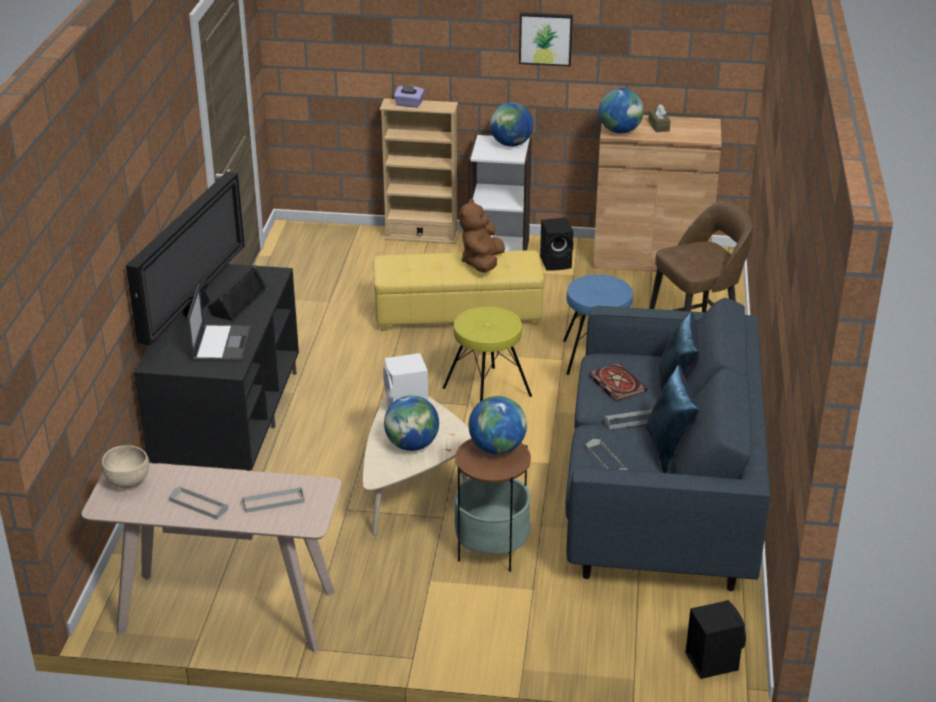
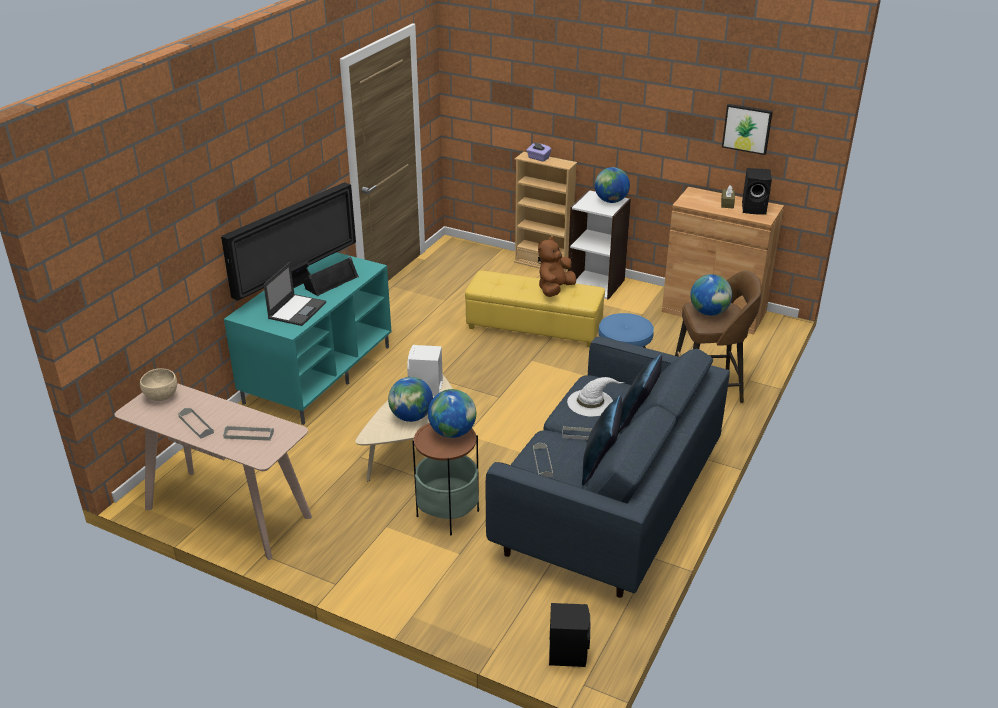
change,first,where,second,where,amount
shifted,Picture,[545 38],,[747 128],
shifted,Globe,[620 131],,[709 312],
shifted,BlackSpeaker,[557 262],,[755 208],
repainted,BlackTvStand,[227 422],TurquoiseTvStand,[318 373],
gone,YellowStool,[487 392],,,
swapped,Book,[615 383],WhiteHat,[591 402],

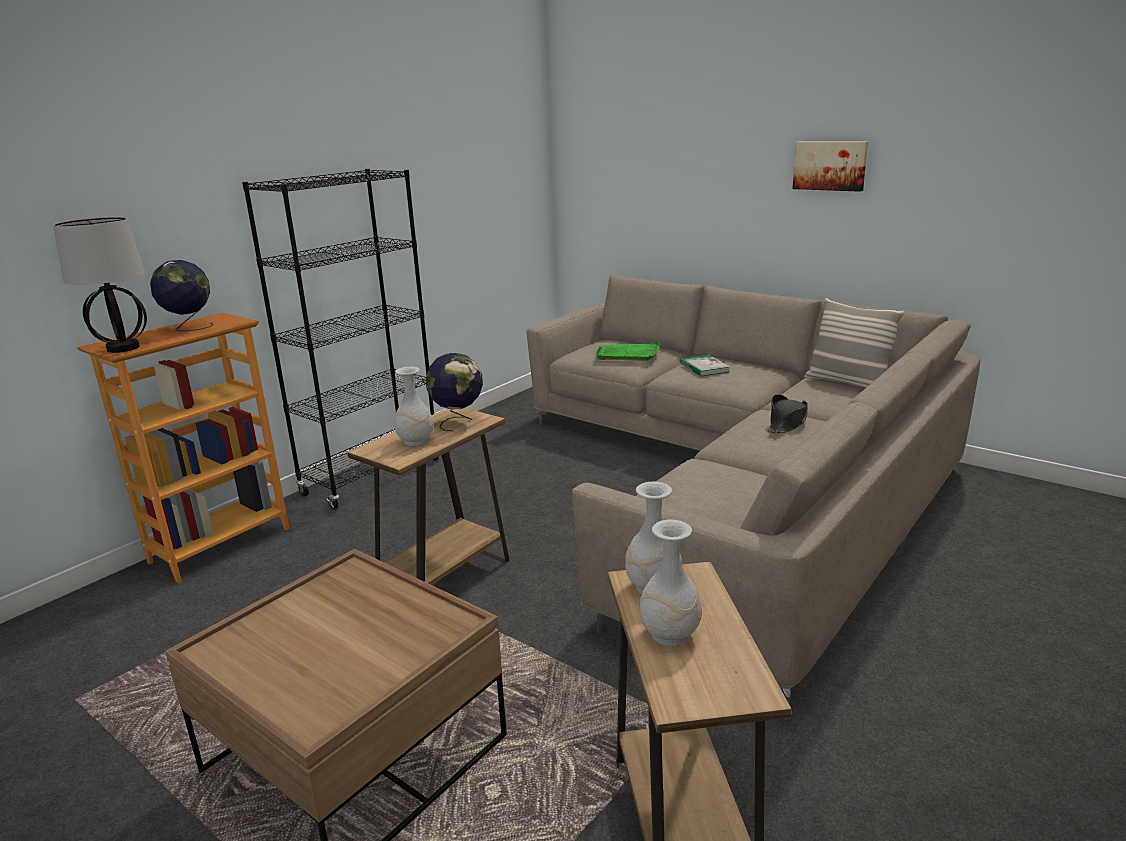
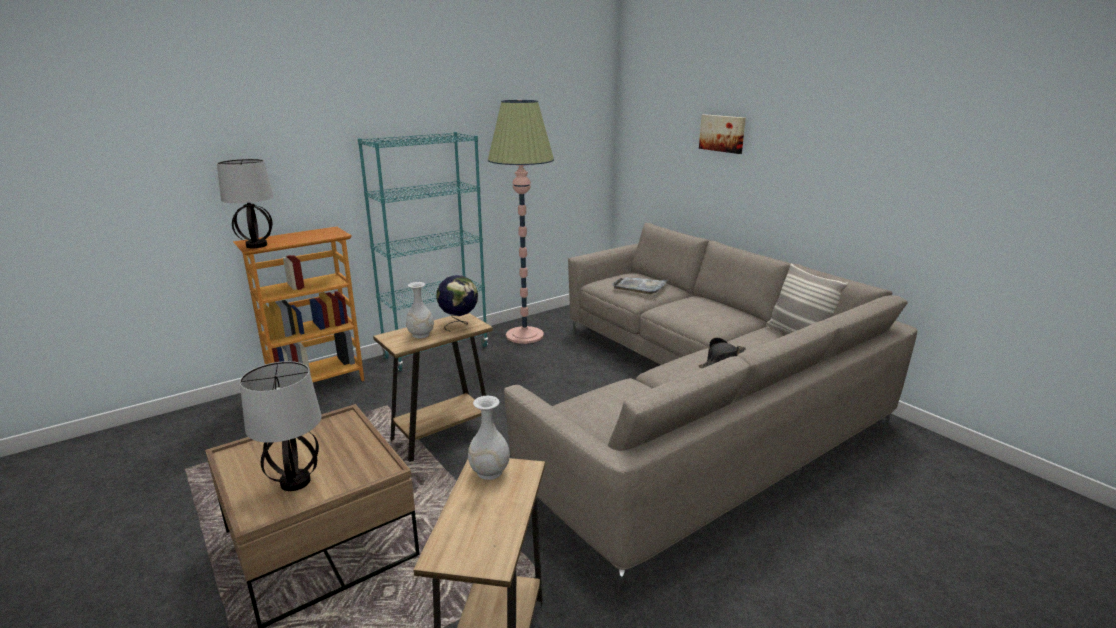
change,first,where,second,where,amount
shifted,Picture,[830 165],,[722 133],
repainted,BlackBookcase,[372 477],TurquoiseBookcase,[436 352],
gone,Globe,[189 328],,,
repainted,GreenTray,[628 354],GreyTray,[640 287],
gone,Book,[704 368],,,
gone,WhiteVase,[669 634],,,
new,,,FloorLamp,[524 335],
new,,,TableLamp,[296 482],

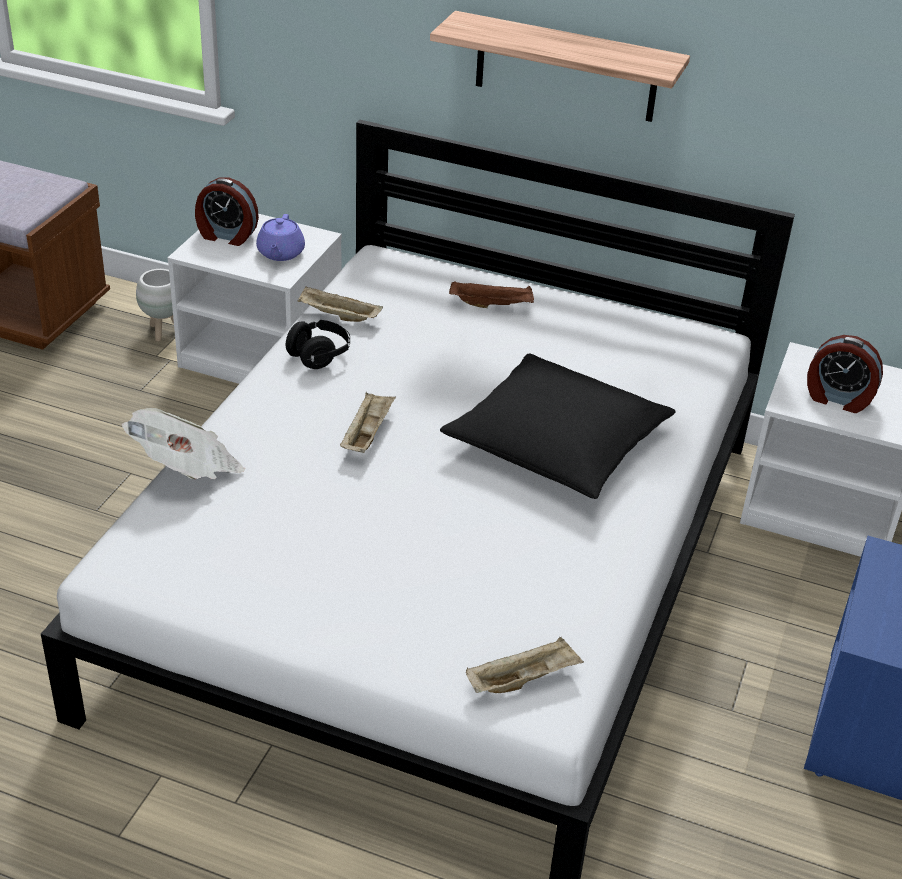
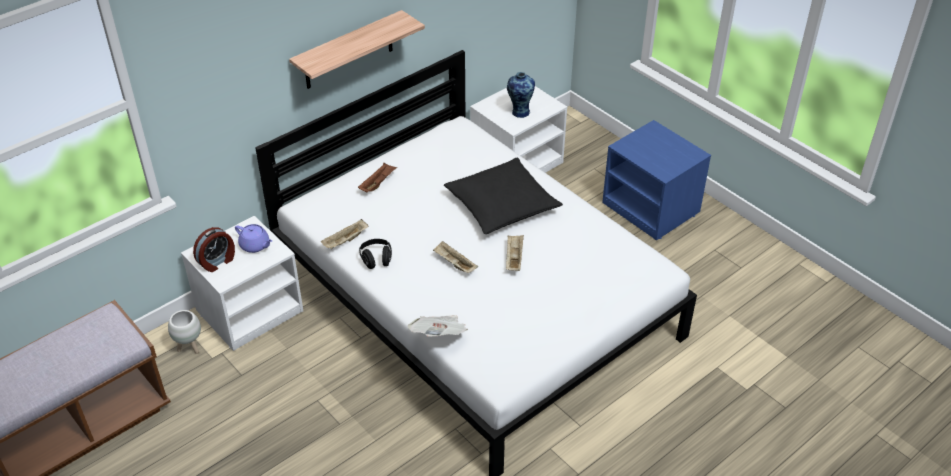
change,first,where,second,where,amount
swapped,AlarmClock,[838 399],Vase,[520 112],
shifted,BeigeTray,[523 680],,[514 258],

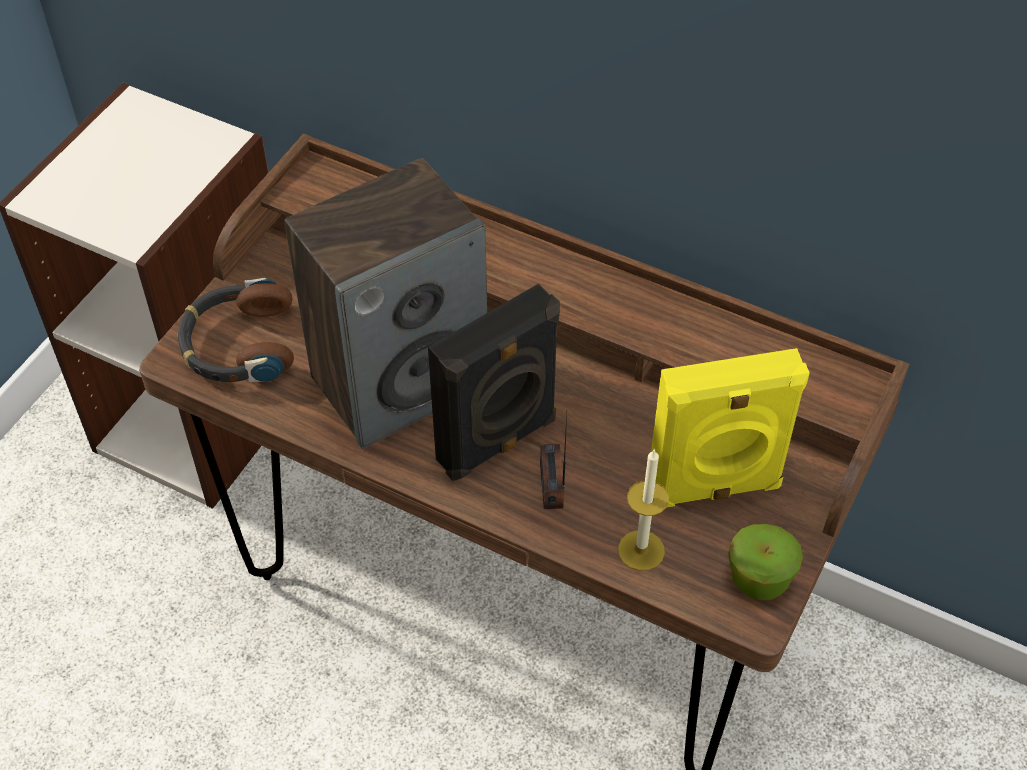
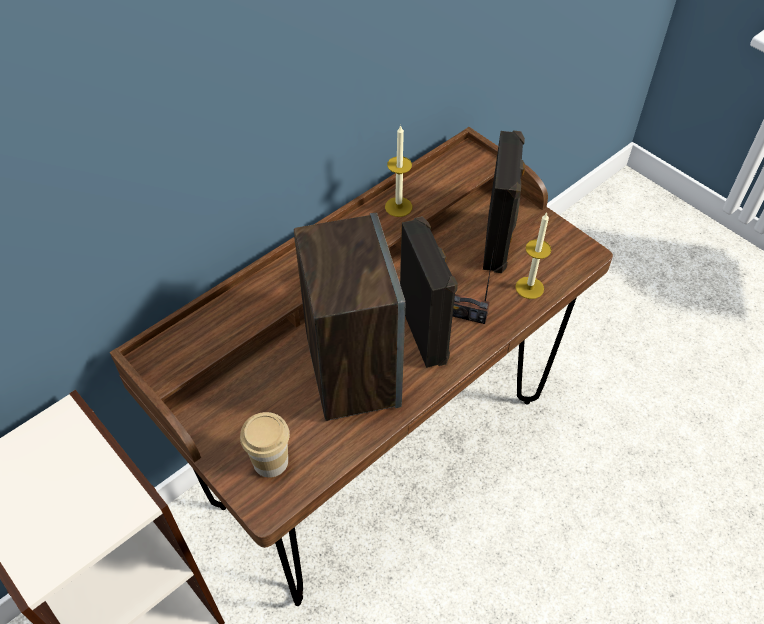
change,first,where,second,where,amount
swapped,Headphones,[238 344],Cup,[270 461],
repainted,YellowSpeaker,[714 488],BlackSpeaker,[498 242],
gone,Apple,[759 579],,,
new,,,Candle,[398 207],

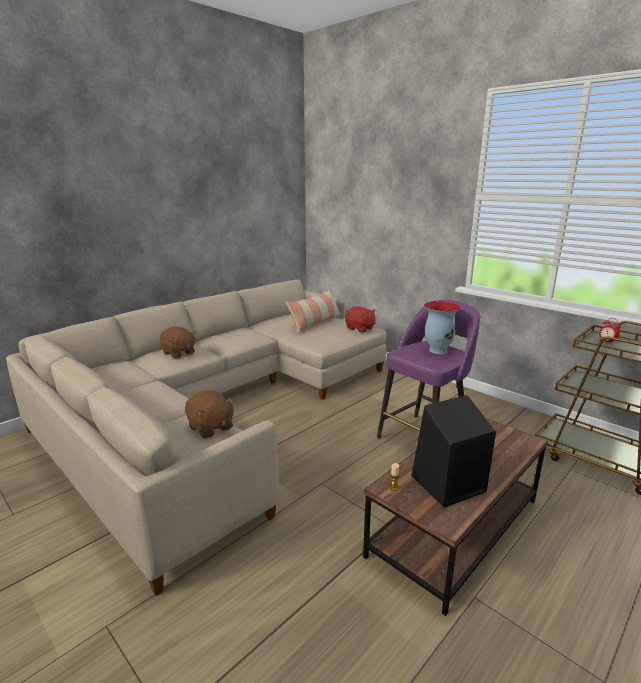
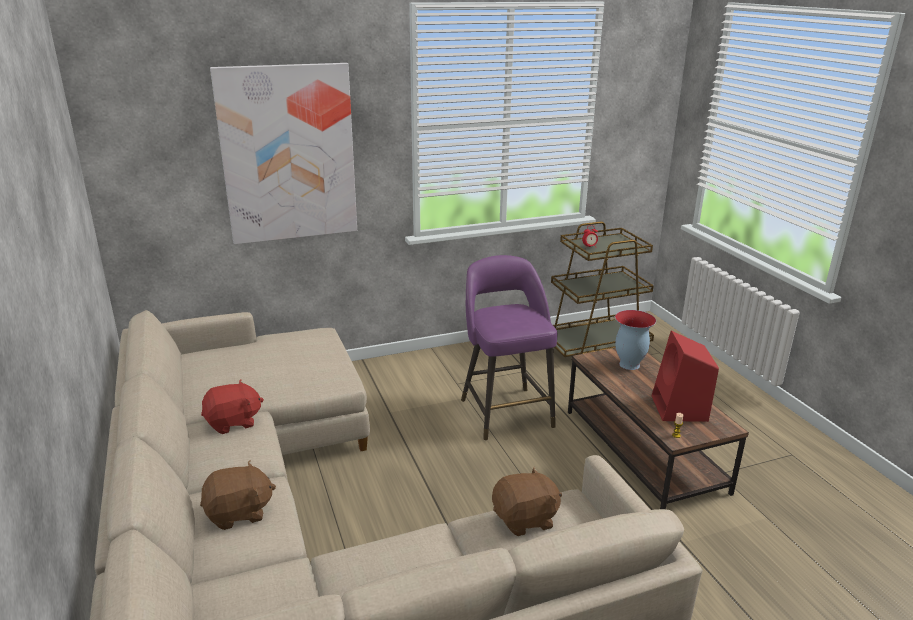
change,first,where,second,where,amount
gone,Pillow,[315 323],,,
shifted,Vase,[438 350],,[628 364],
shifted,RedPlushToy,[360 328],,[233 422],
repainted,BlackSpeaker,[446 484],RedSpeaker,[680 409],
new,,,Picture,[288 154],

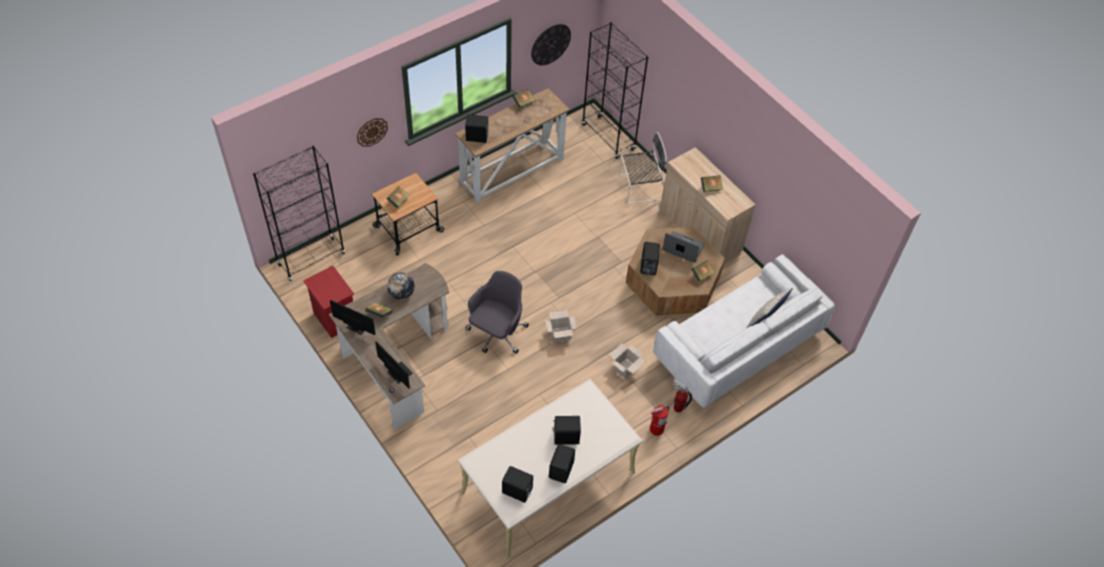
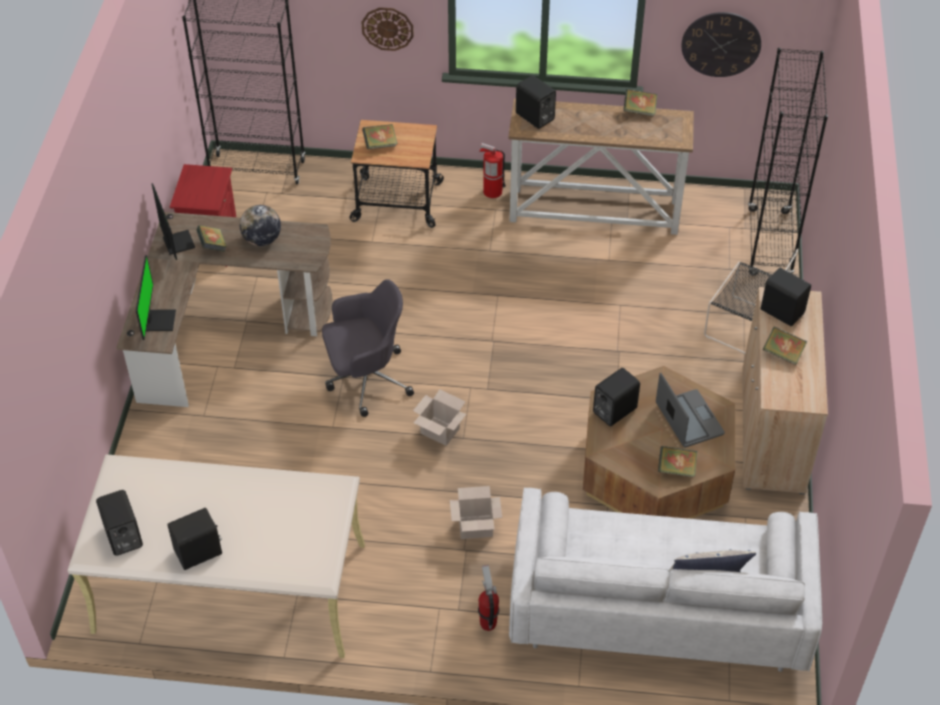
change,first,where,second,where,amount
shifted,FireExtinguisher,[656 429],,[492 191],
shifted,BlackSpeaker,[565 436],,[782 310],

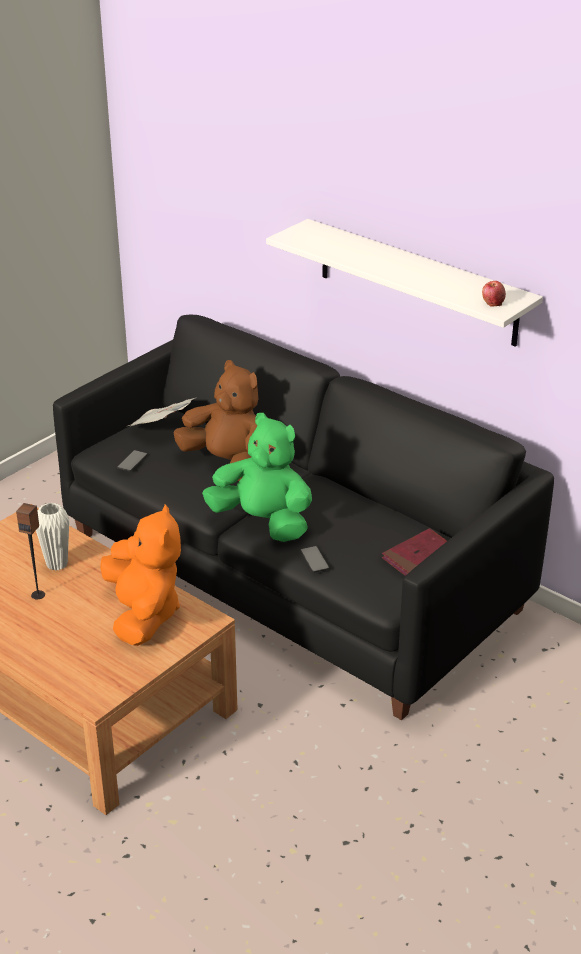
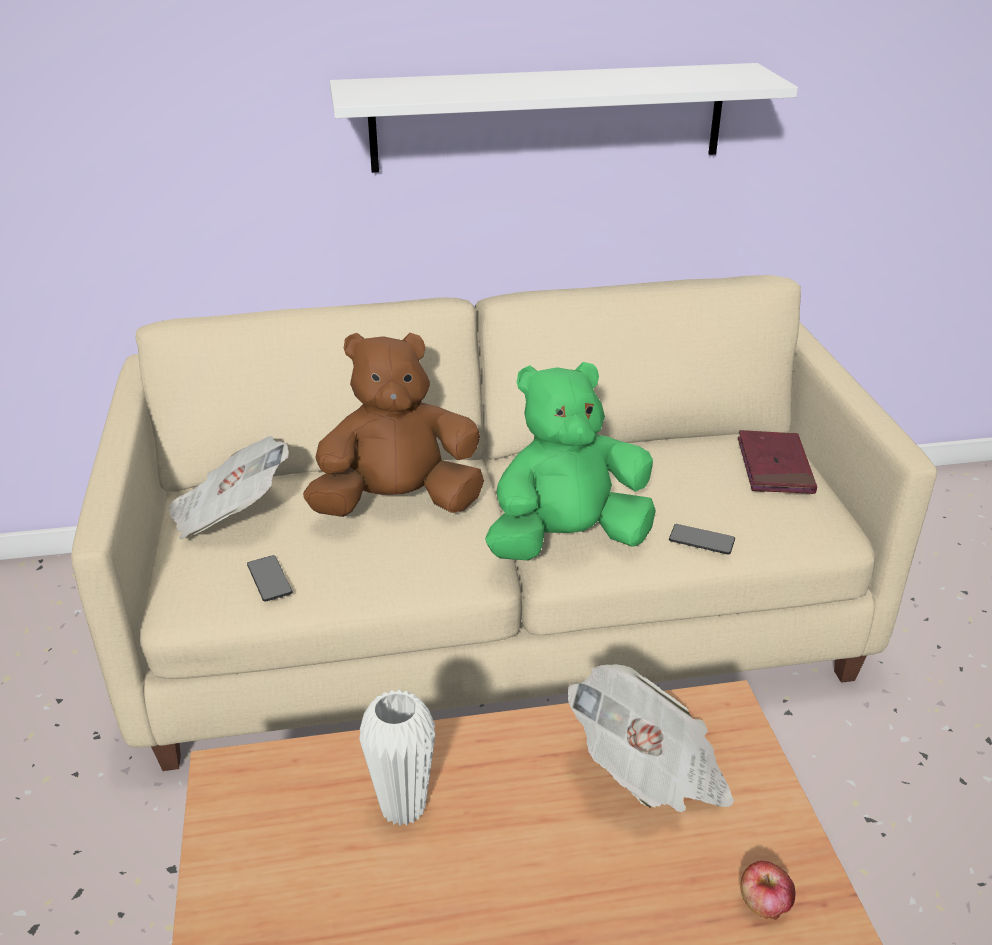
change,first,where,second,where,amount
shifted,Apple,[492 302],,[763 904],
repainted,BlackSofa,[292 572],BeigeSofa,[497 613],
gone,Speaker,[38 595],,,
swapped,OrangePlushToy,[143 614],Newspaper,[649 771],

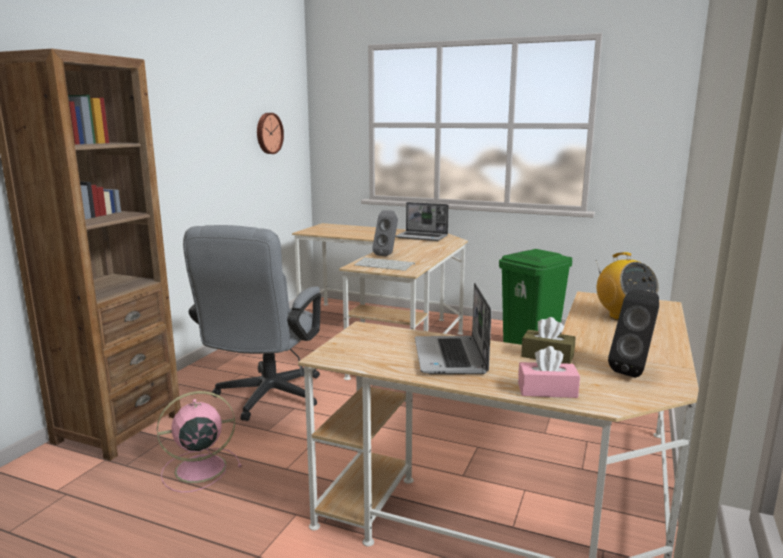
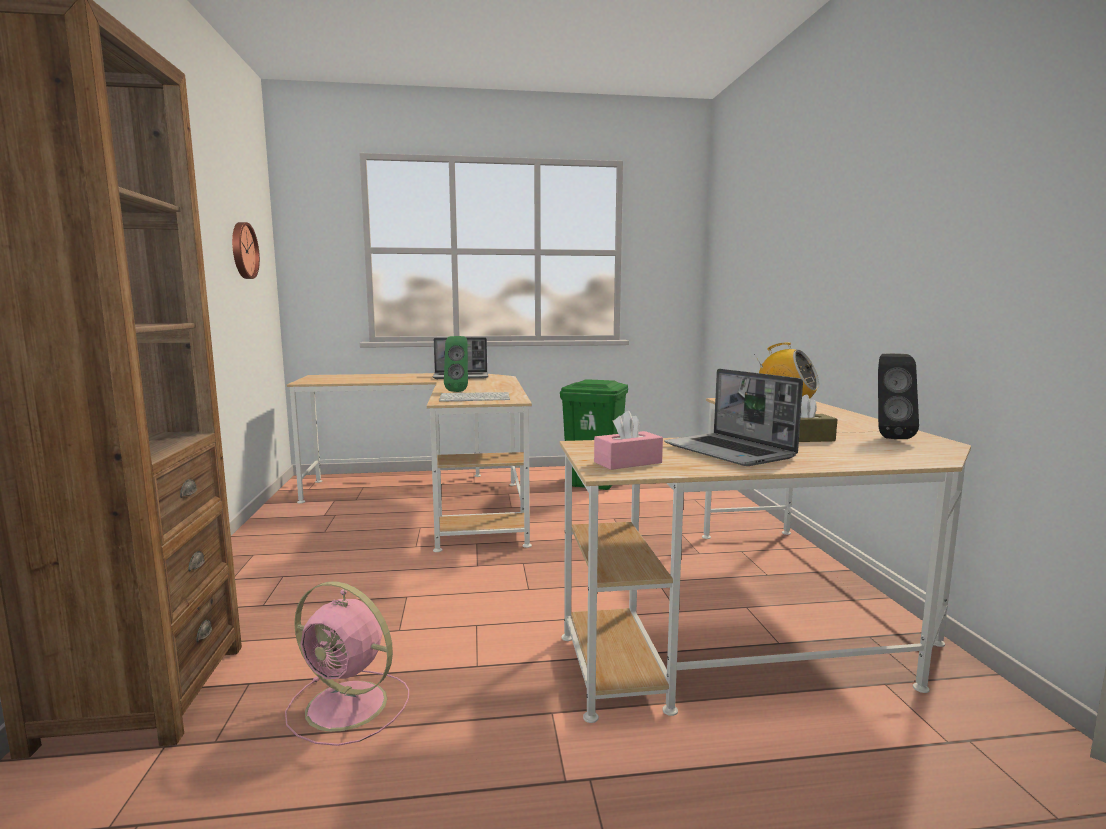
change,first,where,second,where,amount
repainted,GreySpeaker,[387 255],GreenSpeaker,[458 391],
gone,GreyOfficeChair,[264 399],,,
shifted,PinkTissueBox,[547 390],,[628 462],
rotated,PinkFan,[198 469],,[350 706],105 degrees counterclockwise

